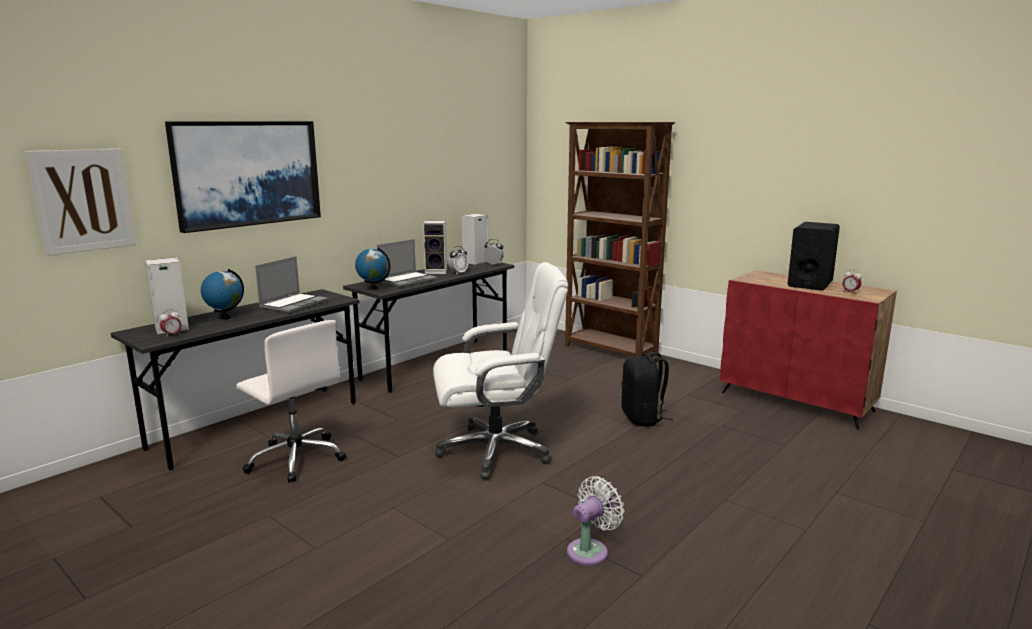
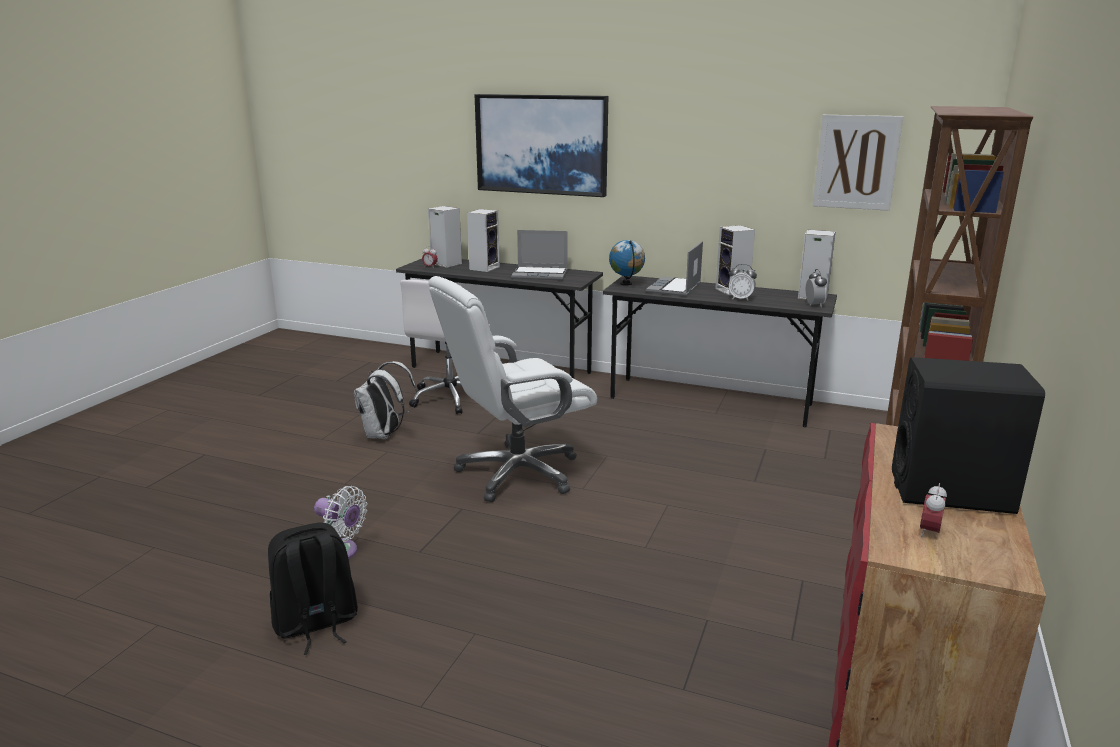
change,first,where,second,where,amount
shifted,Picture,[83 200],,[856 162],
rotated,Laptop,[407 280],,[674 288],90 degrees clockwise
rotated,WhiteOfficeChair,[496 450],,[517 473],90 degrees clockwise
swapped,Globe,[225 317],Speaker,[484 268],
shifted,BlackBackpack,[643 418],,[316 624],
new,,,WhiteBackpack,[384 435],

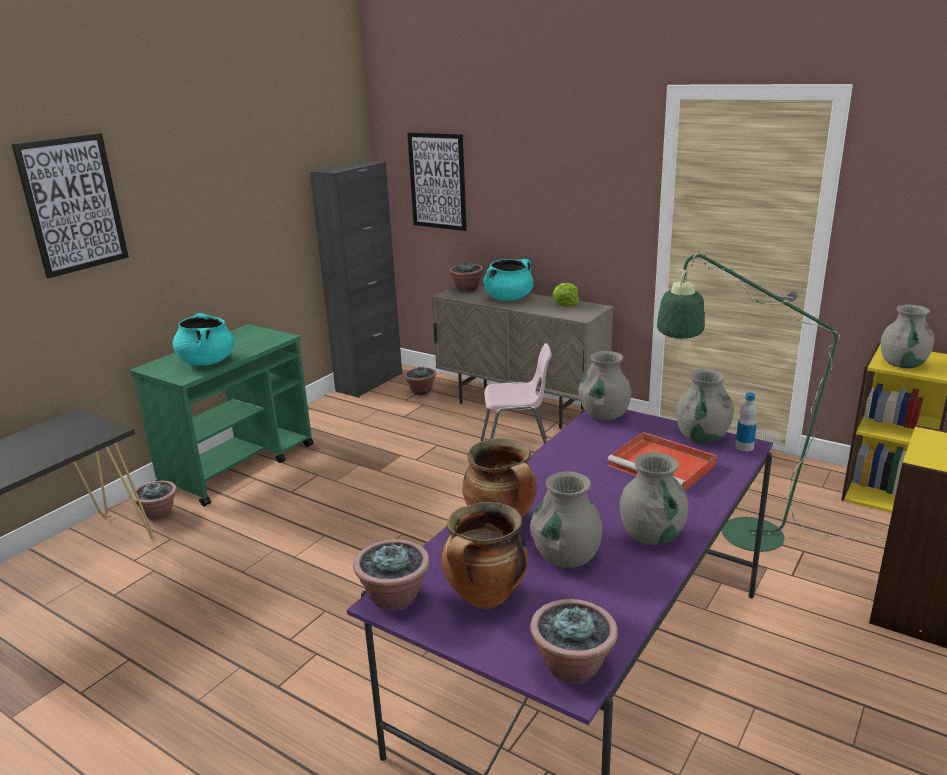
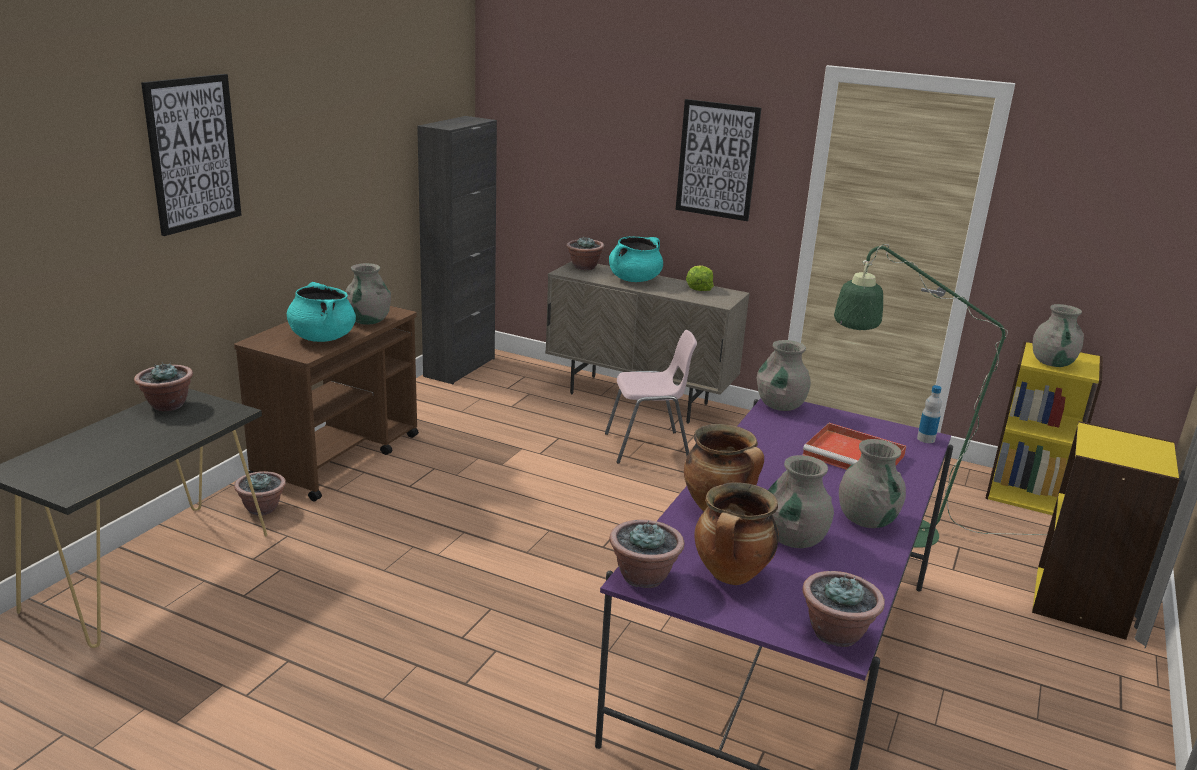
change,first,where,second,where,amount
shifted,Picture,[437 181],,[717 160],
repainted,GreenCart,[239 465],BrownCart,[338 456],
shifted,PottedPlant,[421 392],,[167 405],
shifted,GreyVase,[702 437],,[368 321],

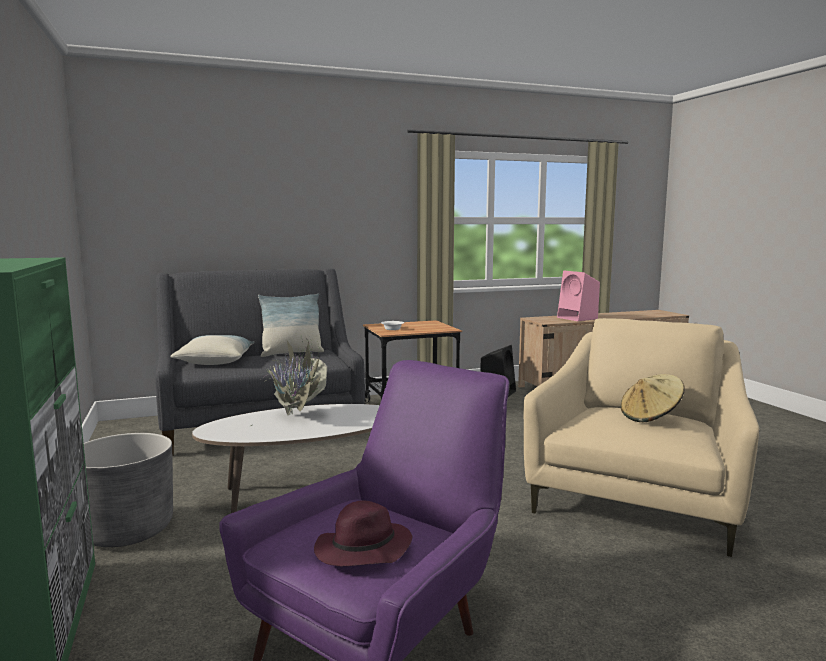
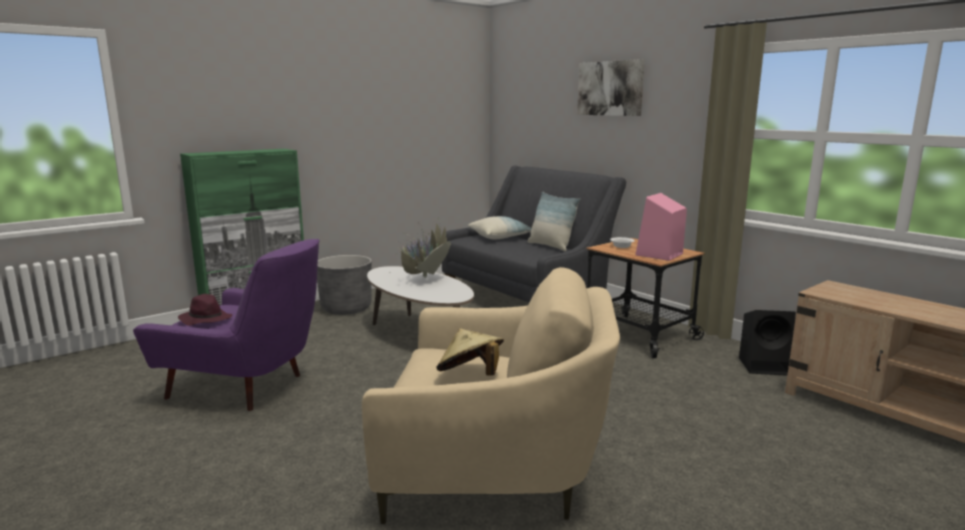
change,first,where,second,where,amount
shifted,PinkSpeaker,[578 318],,[659 255],
new,,,Picture,[610 88],

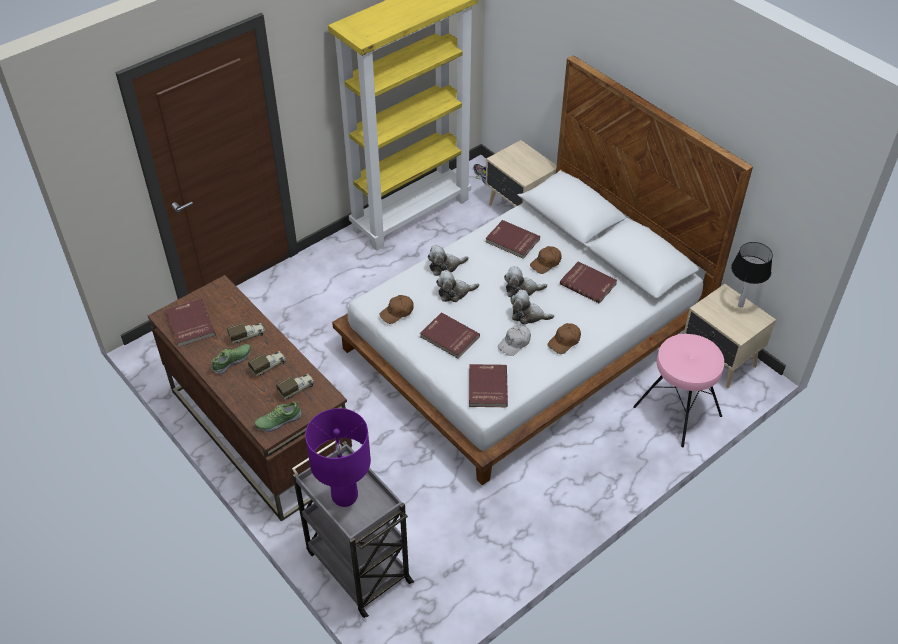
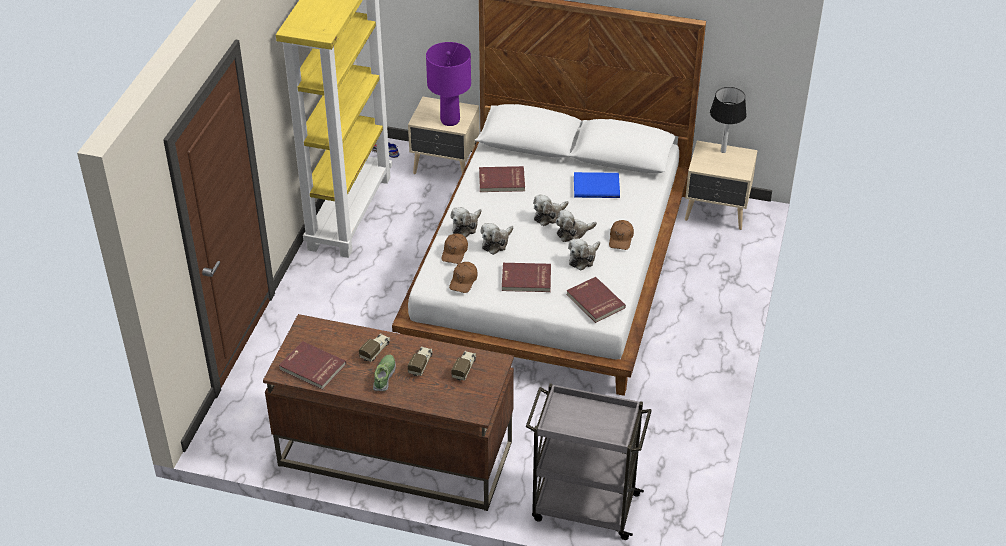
change,first,where,second,where,amount
shifted,BrownCap,[546 263],,[455 252],
repainted,RedBook,[588 283],BlueBook,[596 186],
swapped,WhiteCap,[515 343],PlushToy,[583 259],
gone,PinkStool,[677 411],,,
gone,Shoe,[278 421],,,
shifted,PurpleTableLamp,[345 496],,[450 120],

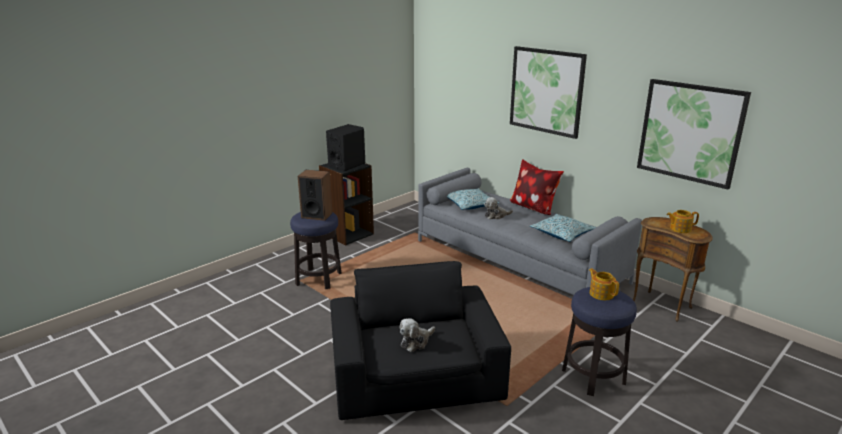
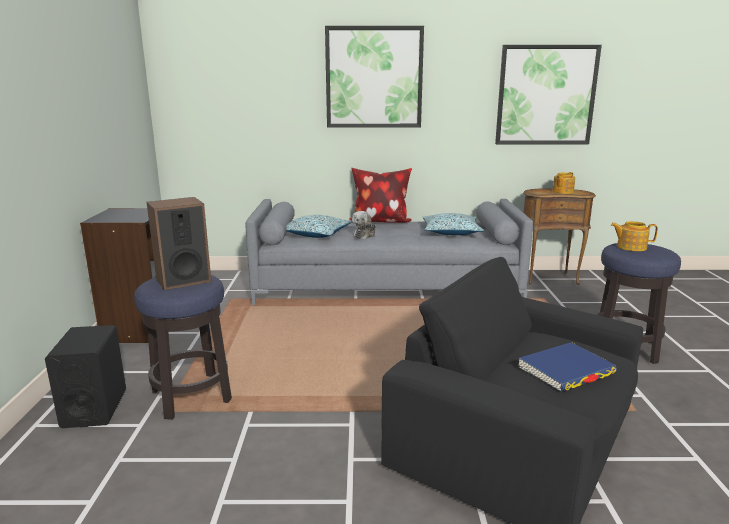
change,first,where,second,where,amount
shifted,BlackSpeaker,[347 165],,[94 408],
swapped,PlushToy,[416 342],BlueBook,[566 370],

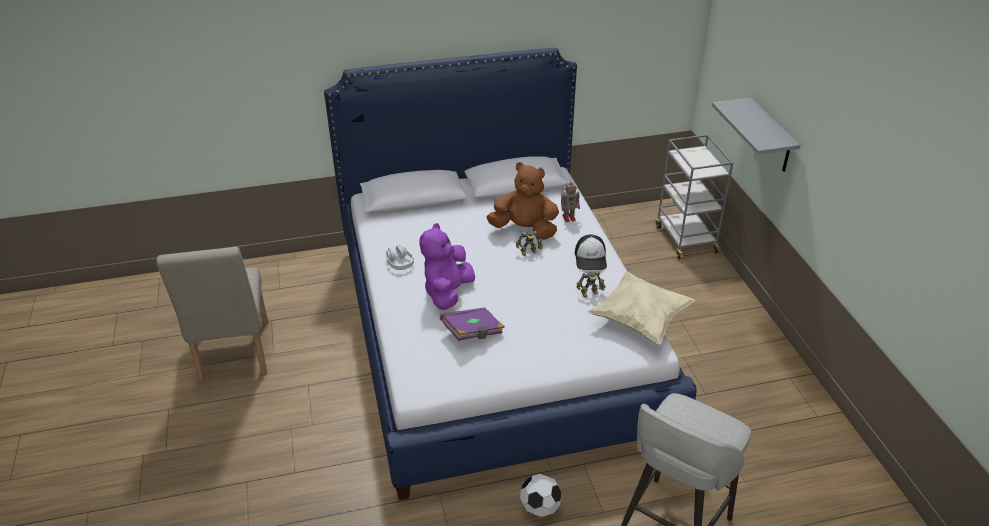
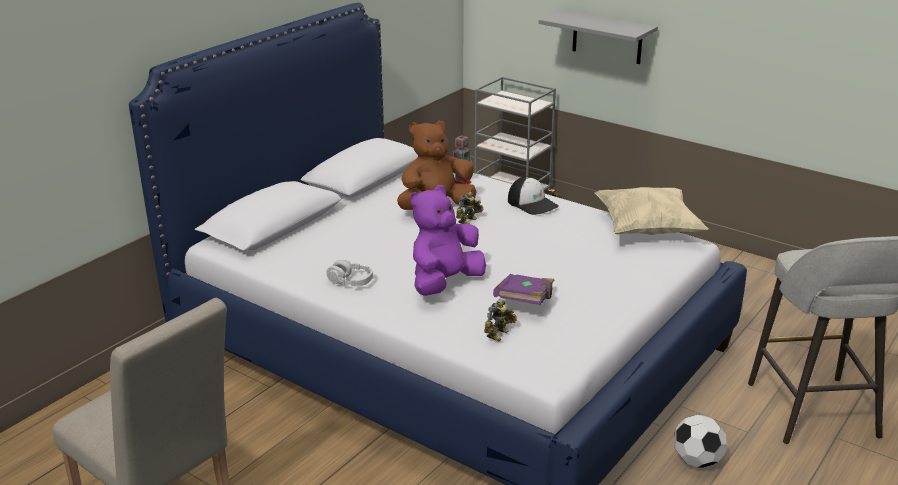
change,first,where,second,where,amount
rotated,PurplePlushToy,[447 292],,[444 283],60 degrees clockwise
shifted,ToyRobot,[590 293],,[500 334],

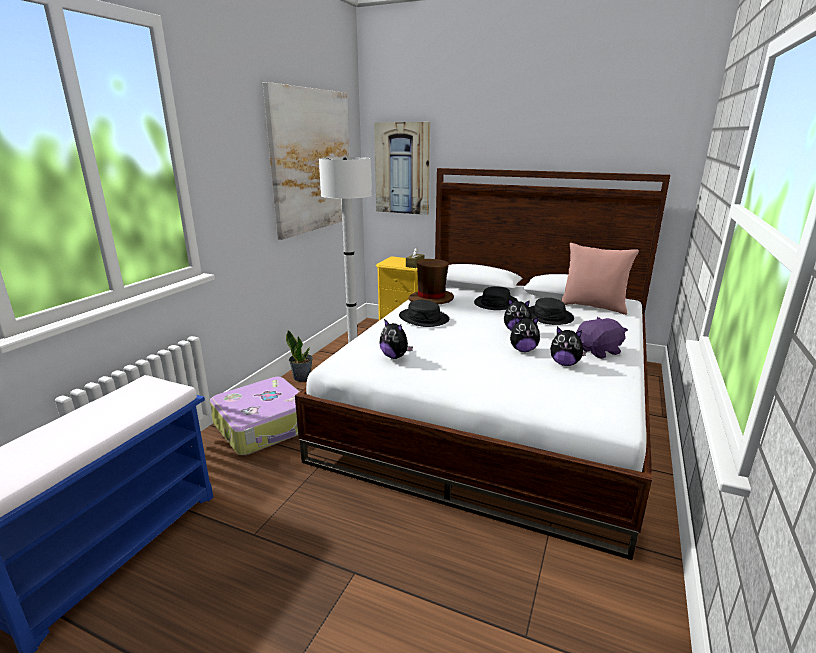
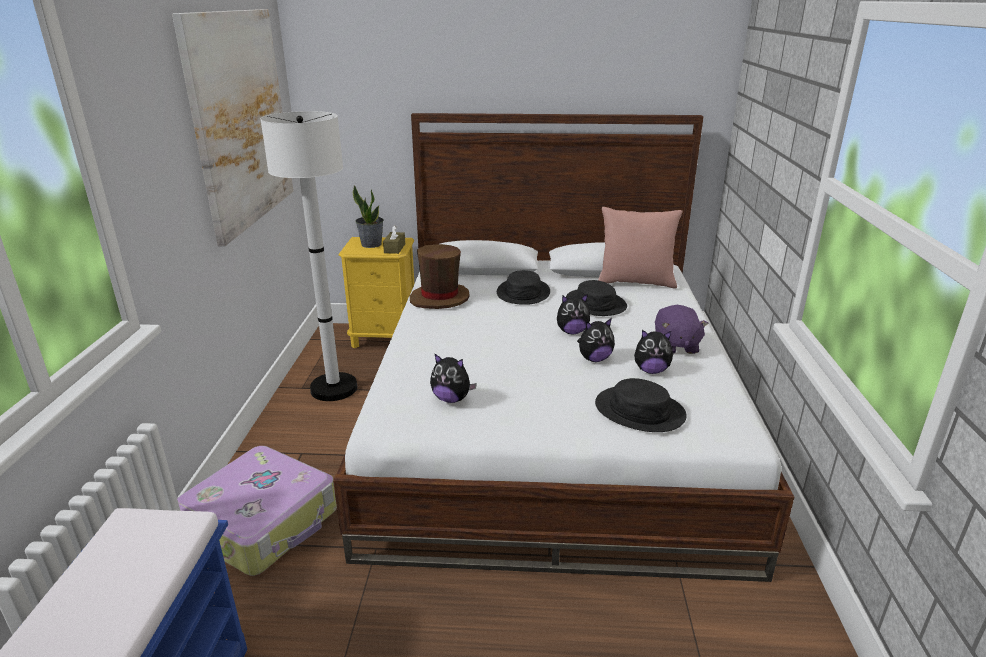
change,first,where,second,where,amount
gone,Picture,[402 168],,,
shifted,BlackHat,[424 318],,[639 410],
rotated,PurplePlushToy,[598 351],,[675 346],135 degrees clockwise
shifted,PottedPlant,[302 377],,[371 244],

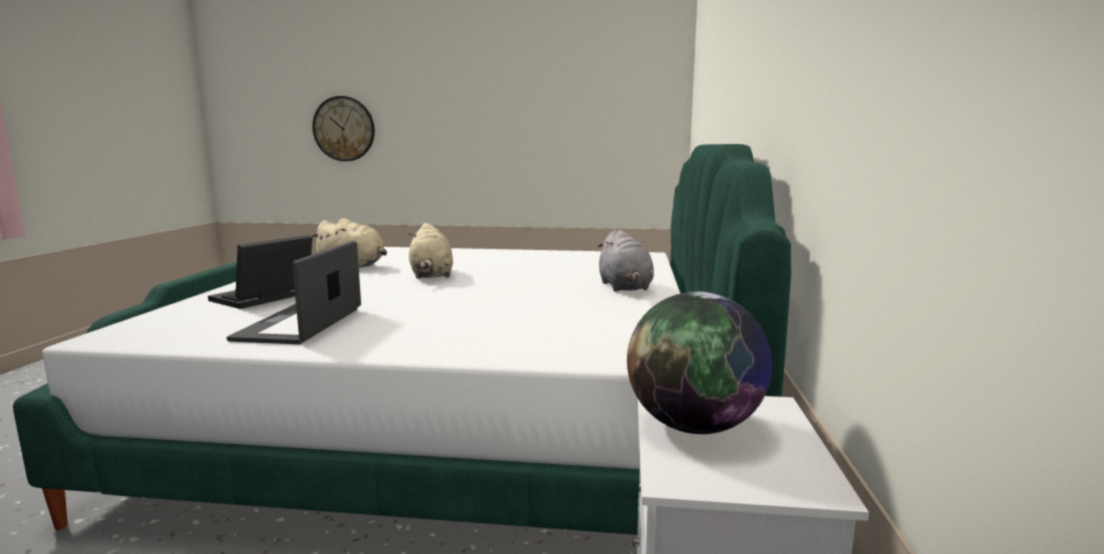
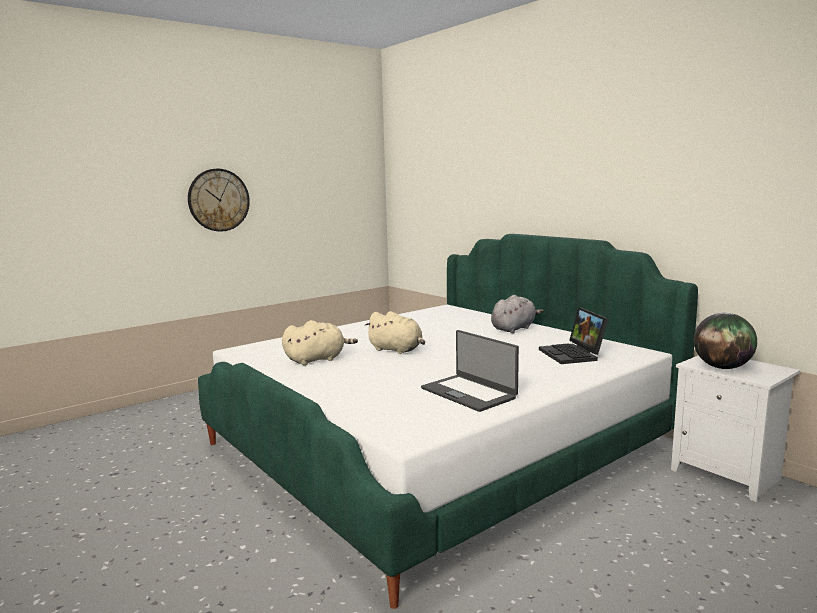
change,first,where,second,where,amount
shifted,WallClock,[344 129],,[218 200],
rotated,GreyPlushToy,[625 287],,[514 328],75 degrees counterclockwise
shifted,Laptop,[263 298],,[573 355],

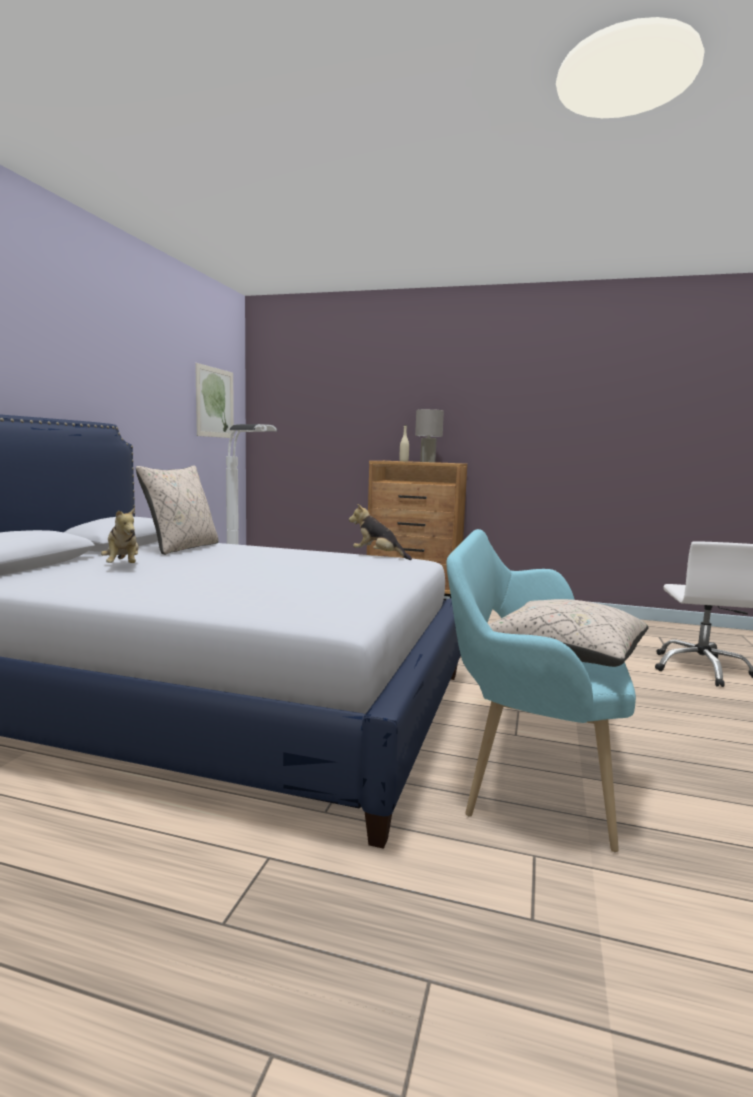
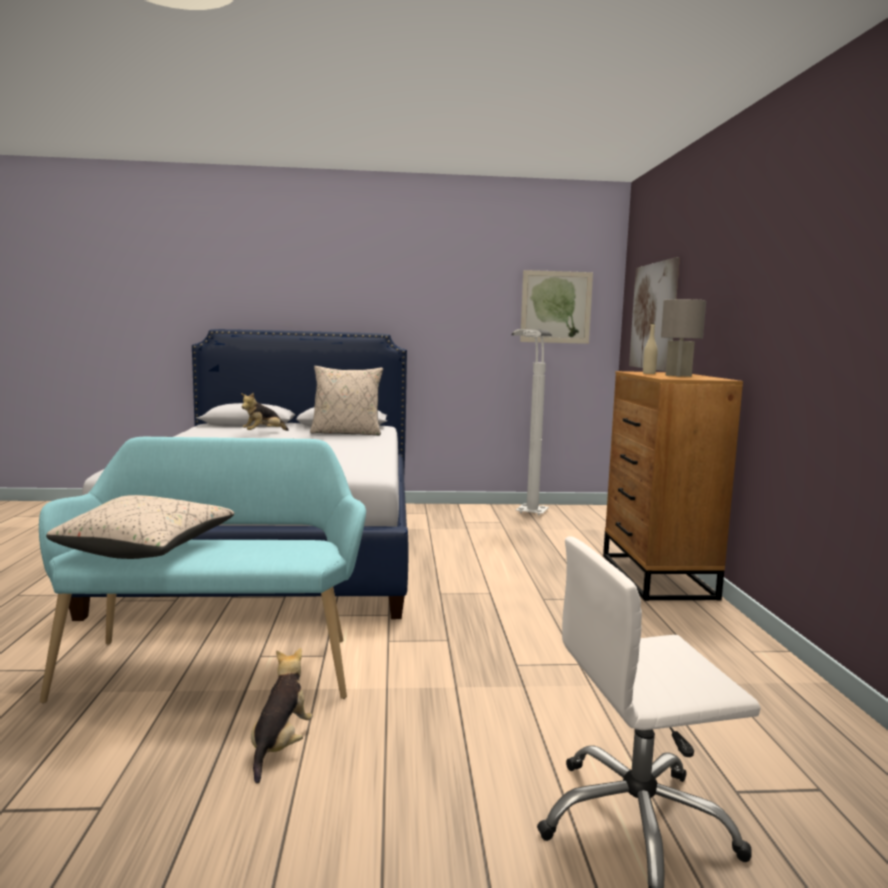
change,first,where,second,where,amount
shifted,PlushToy,[378 556],,[280 745],
new,,,Picture,[653 316],

